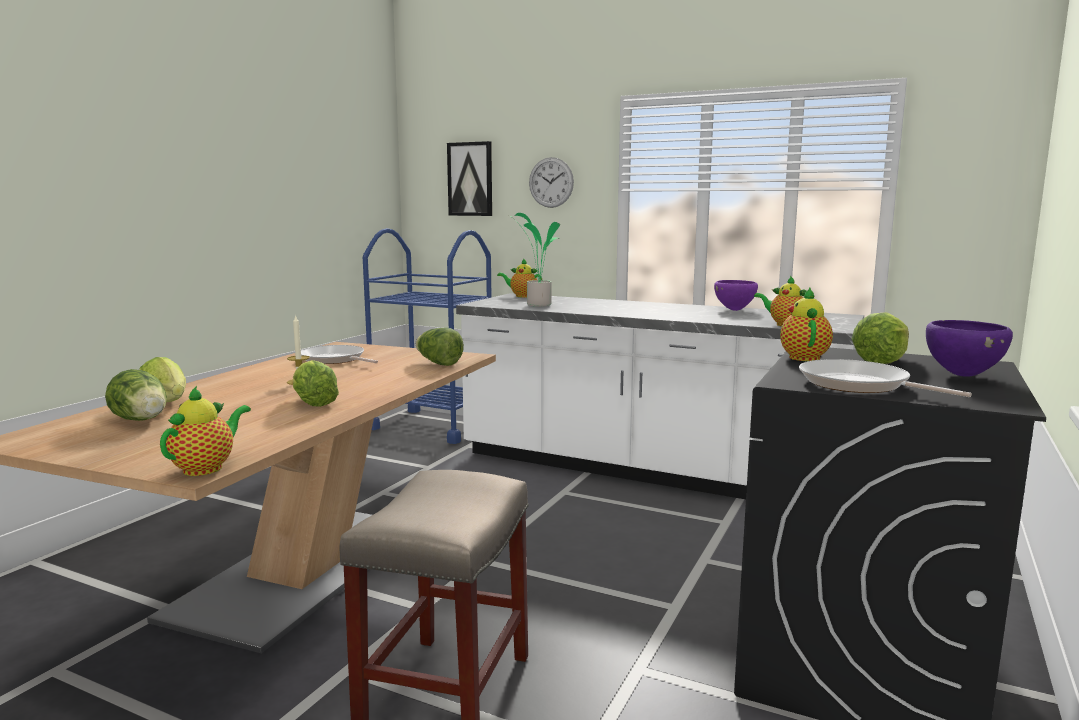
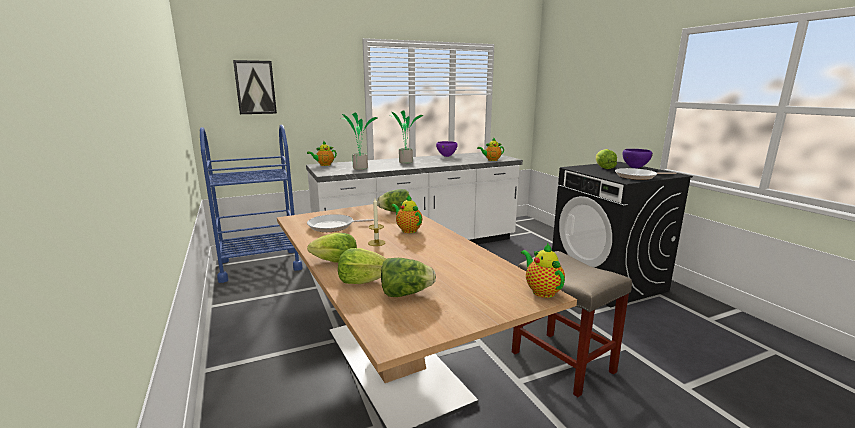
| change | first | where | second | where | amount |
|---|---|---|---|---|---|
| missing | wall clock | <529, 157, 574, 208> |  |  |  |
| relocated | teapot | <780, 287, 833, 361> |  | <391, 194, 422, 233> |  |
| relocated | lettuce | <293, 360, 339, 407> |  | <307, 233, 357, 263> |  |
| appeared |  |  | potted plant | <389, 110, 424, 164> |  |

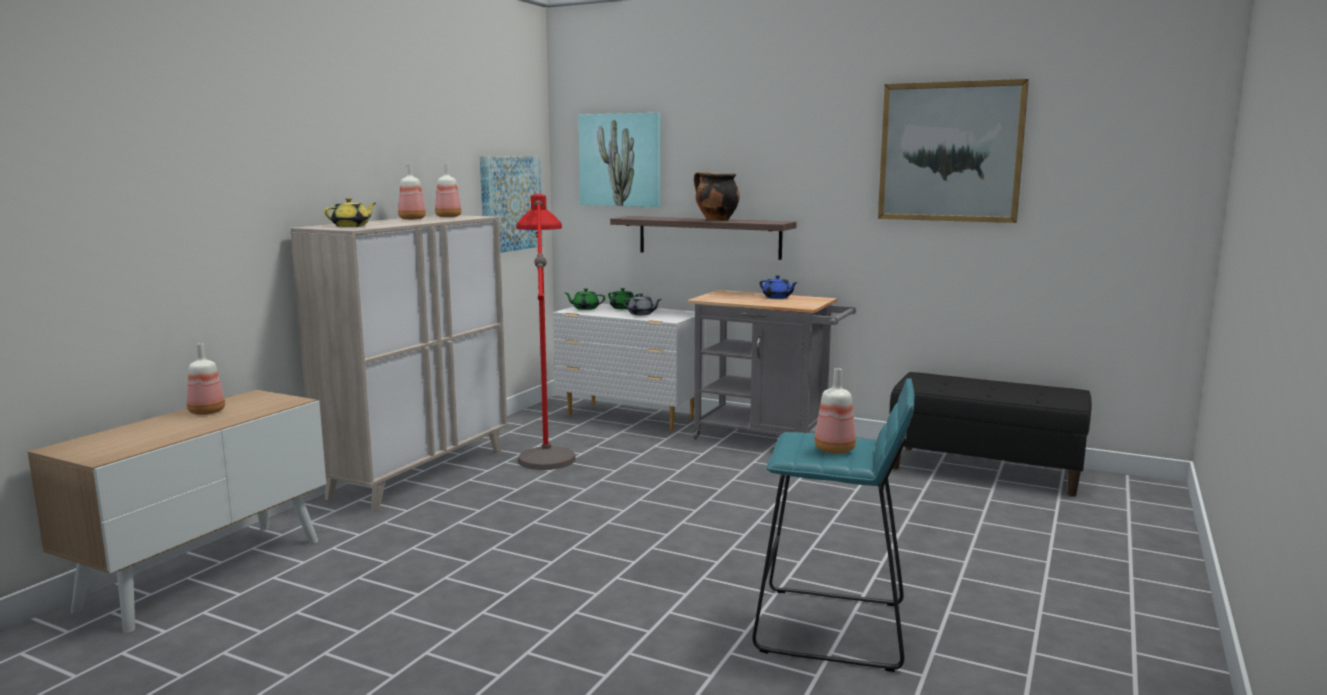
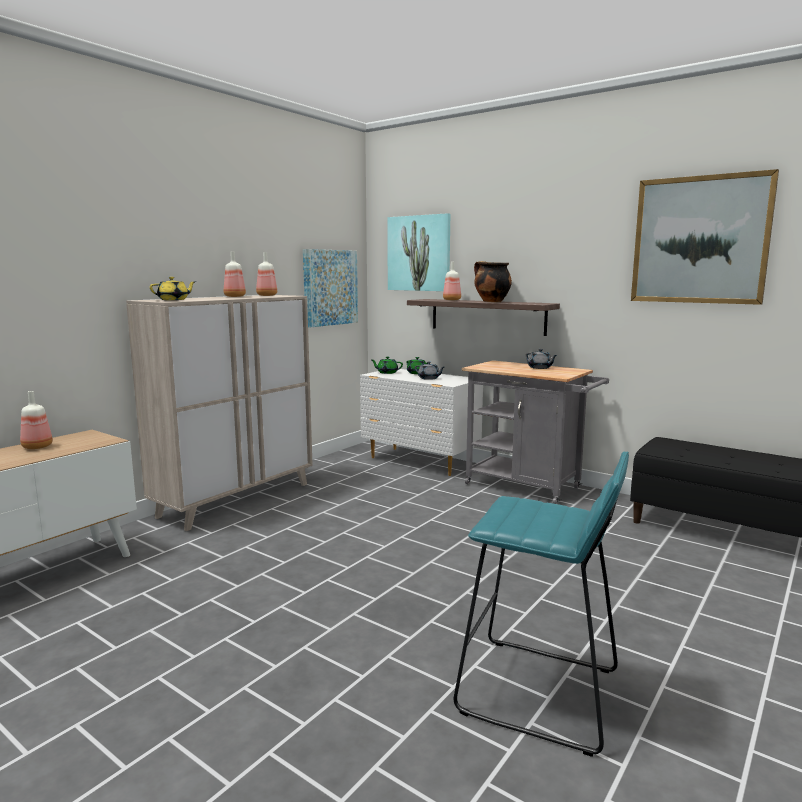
| change | first | where | second | where | amount |
|---|---|---|---|---|---|
| missing | floor lamp (red) | <516, 194, 576, 470> |  |  |  |
| colour | teapot (blue) | <760, 275, 798, 299> | teapot (grey) | <526, 349, 557, 369> |  |
| relocated | bottle | <814, 368, 856, 454> |  | <443, 262, 461, 301> |  |

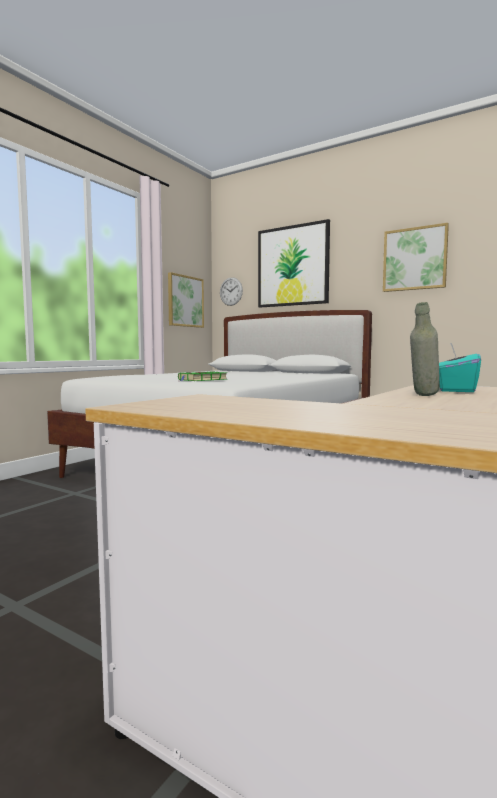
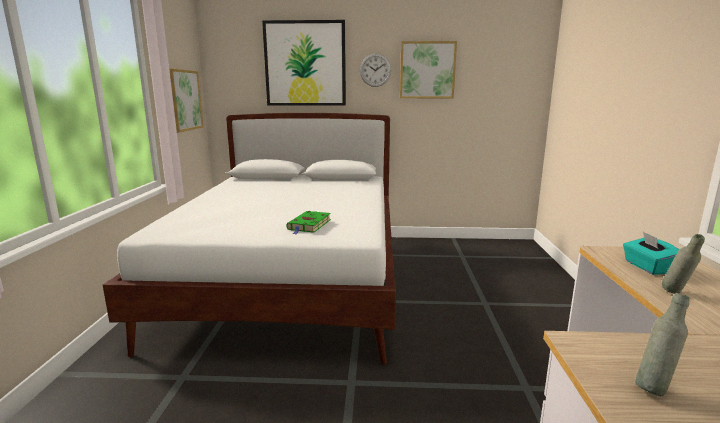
| change | first | where | second | where | amount |
|---|---|---|---|---|---|
| relocated | wall clock | <220, 277, 243, 306> |  | <360, 54, 391, 87> |  |
| appeared |  |  | bottle (grey) | <635, 293, 690, 396> |  |

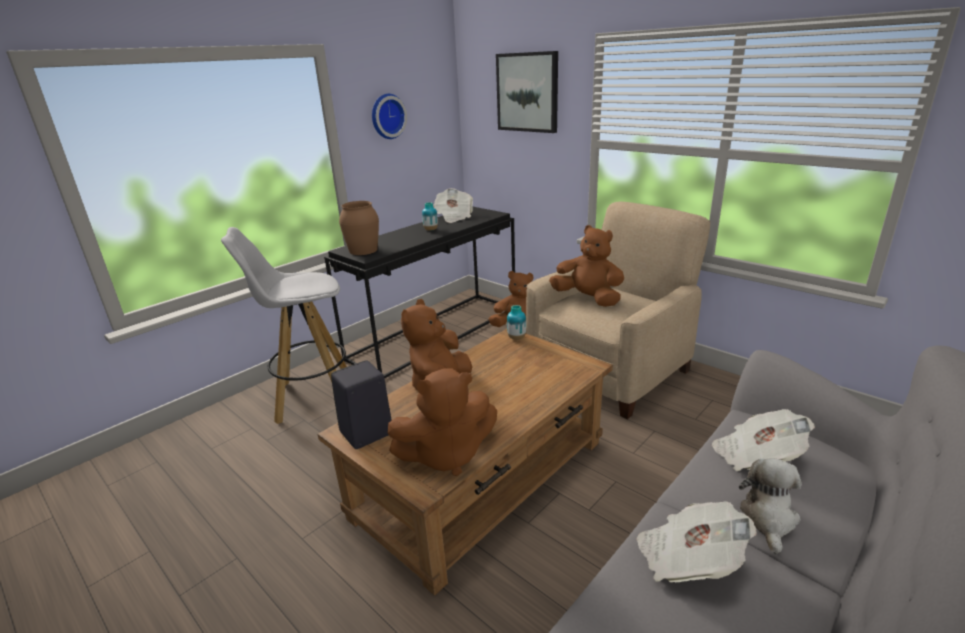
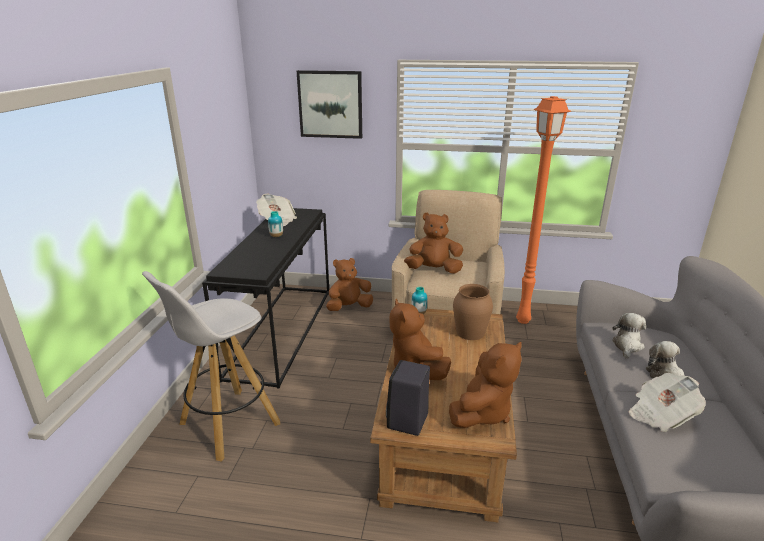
| change | first | where | second | where | amount |
|---|---|---|---|---|---|
| missing | wall clock | <372, 94, 407, 139> |  |  |  |
| relocated | vase (brown) | <339, 201, 379, 255> |  | <453, 284, 493, 340> |  |
| exchanged | newspaper | <712, 409, 815, 471> | plush toy | <612, 313, 646, 359> |  |
| appeared |  |  | floor lamp (orange) | <516, 96, 572, 324> |  |

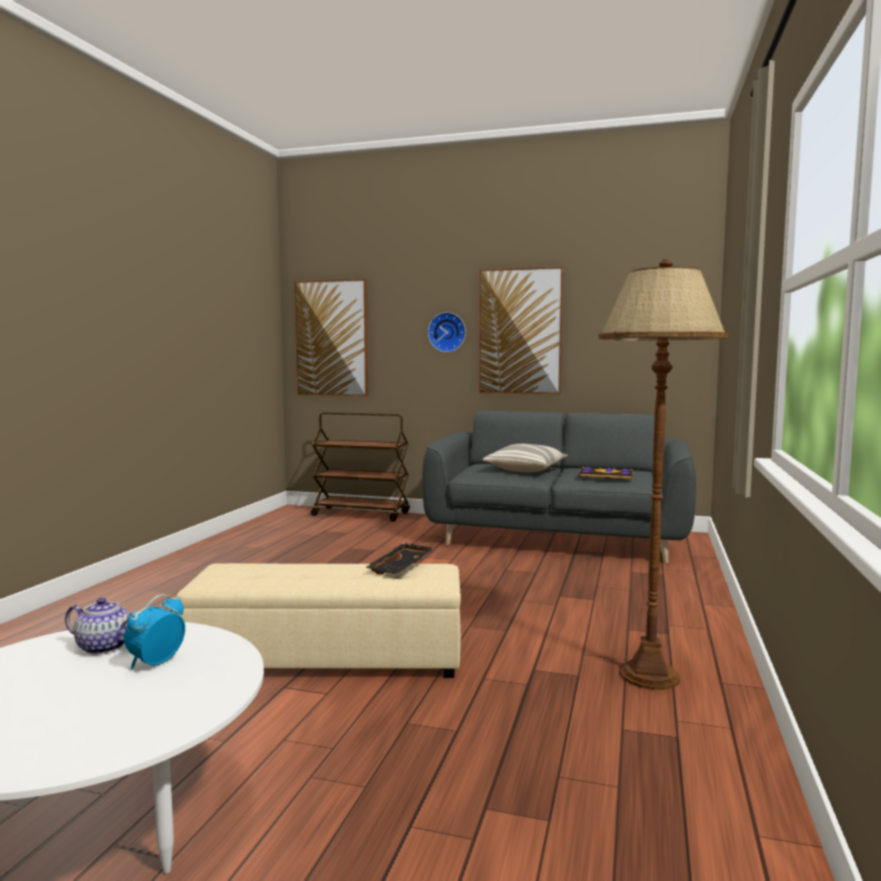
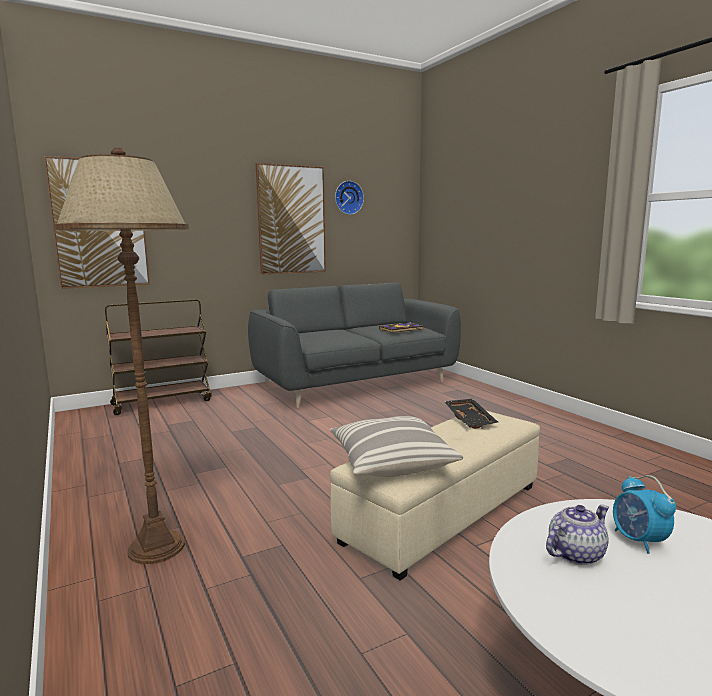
| change | first | where | second | where | amount |
|---|---|---|---|---|---|
| relocated | floor lamp (brown) | <599, 259, 728, 690> |  | <54, 148, 189, 564> |  |
| relocated | wall clock | <428, 312, 466, 352> |  | <335, 181, 364, 215> |  |
| relocated | pillow | <482, 444, 568, 472> |  | <330, 416, 463, 477> |  |

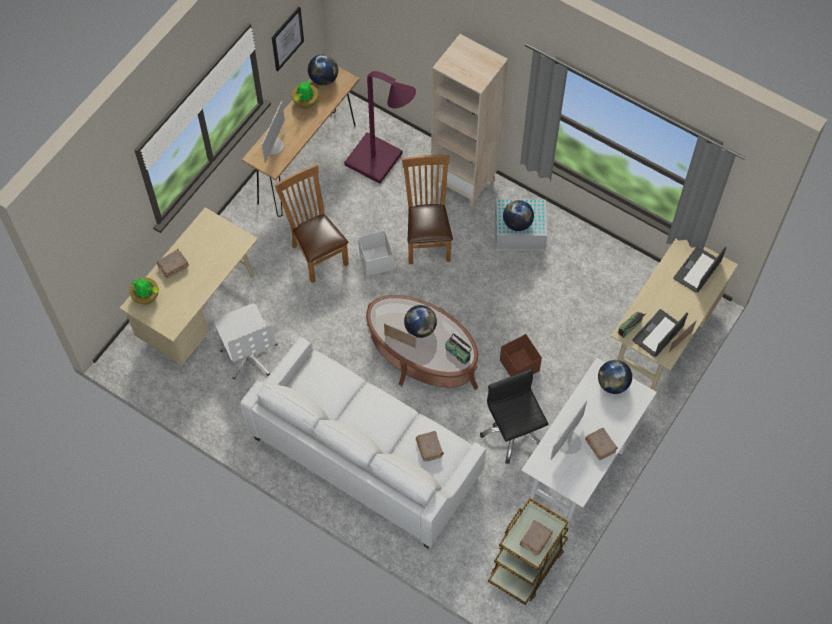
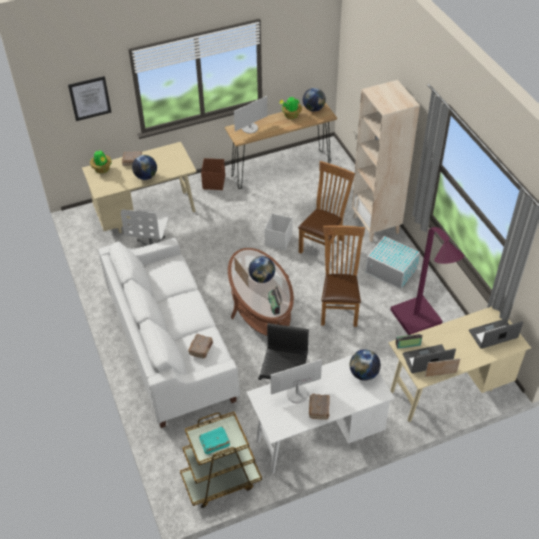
| change | first | where | second | where | amount |
|---|---|---|---|---|---|
| relocated | picture | <272, 7, 304, 71> |  | <68, 76, 112, 121> |  |
| relocated | floor lamp (purple) | <344, 71, 416, 184> |  | <390, 227, 464, 335> |  |
| relocated | chair (brown) | <275, 164, 349, 283> |  | <321, 225, 365, 327> |  |
| relocated | globe | <503, 200, 534, 231> |  | <132, 155, 157, 180> |  |
| relocated | storage box (brown) | <500, 334, 542, 377> |  | <201, 158, 225, 190> |  |
| colour | book (brown) | <519, 520, 553, 556> | book (turquoise) | <199, 426, 230, 454> |  |

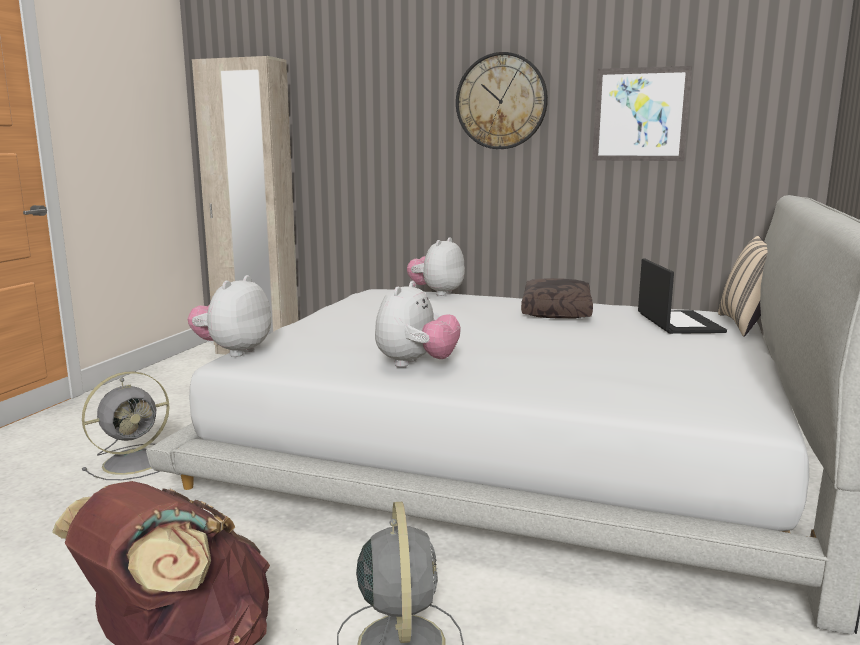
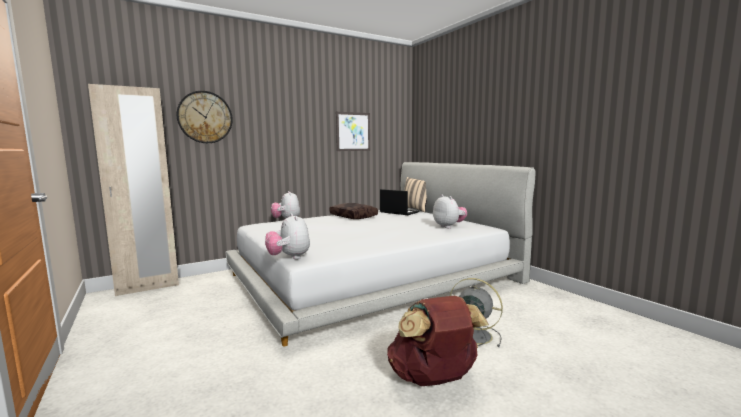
| change | first | where | second | where | amount |
|---|---|---|---|---|---|
| relocated | wall clock | <456, 52, 548, 149> |  | <177, 91, 233, 143> |  |
| relocated | plush toy | <375, 281, 461, 367> |  | <433, 195, 467, 228> |  |
| missing | fan (grey) | <82, 371, 169, 480> |  |  |  |

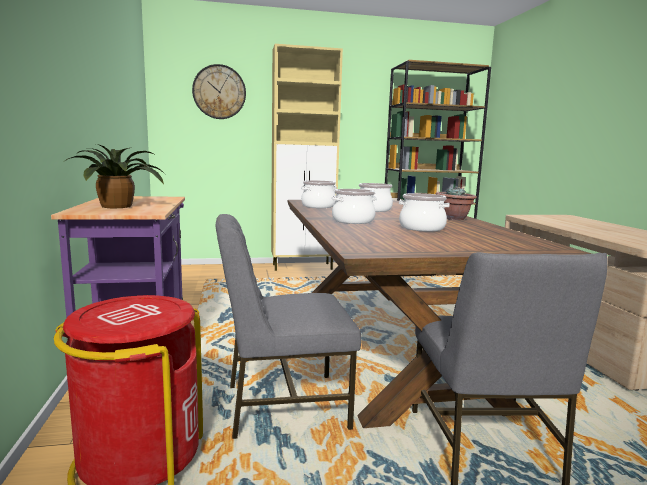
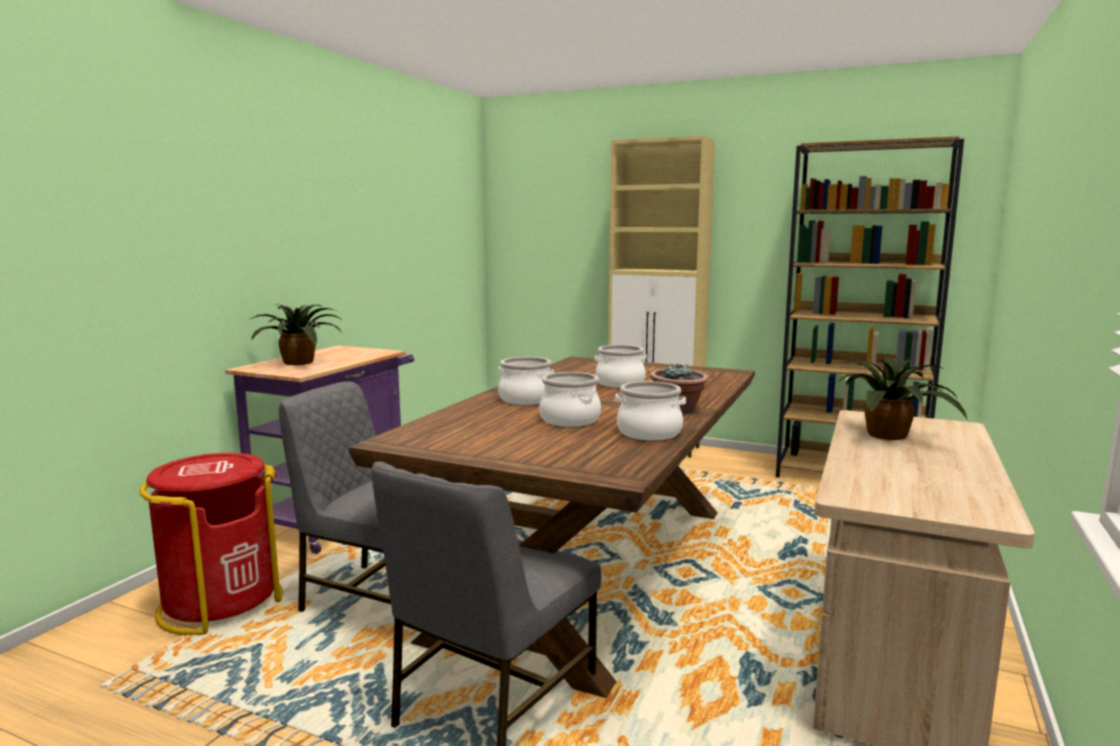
| change | first | where | second | where | amount |
|---|---|---|---|---|---|
| missing | wall clock | <192, 64, 246, 119> |  |  |  |
| relocated | cooking pot | <301, 180, 337, 208> |  | <615, 381, 686, 441> |  |
| appeared |  |  | potted plant | <838, 358, 968, 440> |  |

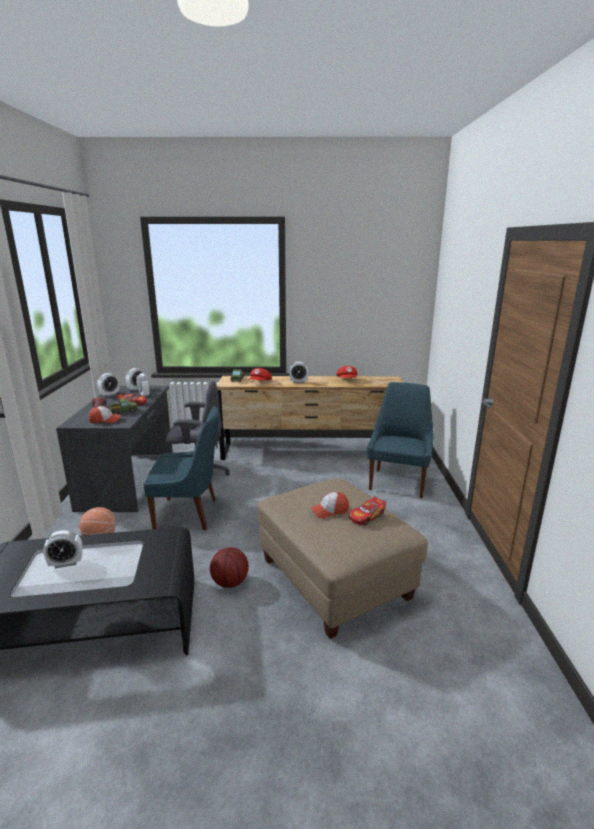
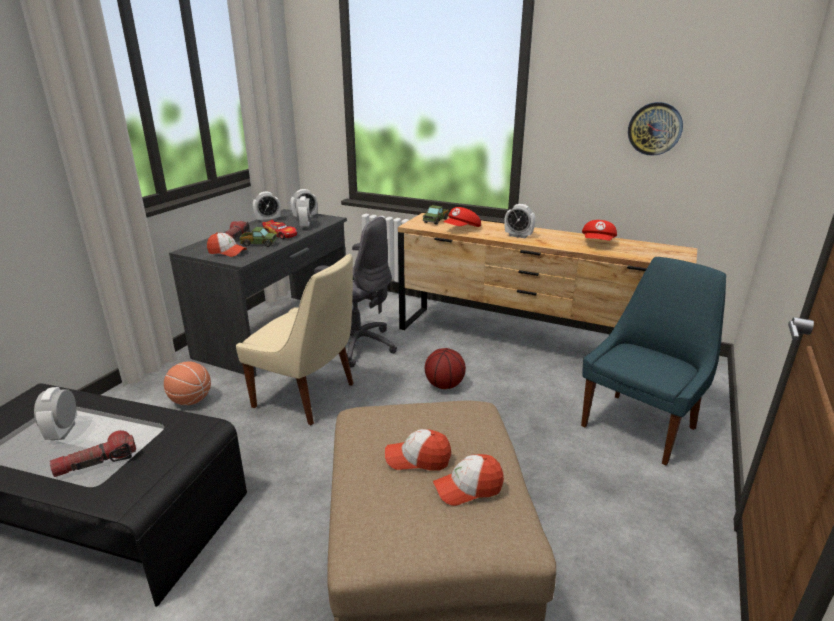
| change | first | where | second | where | amount |
|---|---|---|---|---|---|
| colour | chair (blue) | <143, 406, 219, 530> | chair (beige) | <236, 254, 353, 425> |  |
| exchanged | toy car | <349, 496, 386, 525> | cap | <433, 454, 504, 506> |  |
| spun | alarm clock | <43, 530, 83, 569> |  | <34, 387, 77, 440> | 75 degrees clockwise |
| relocated | basketball | <210, 547, 249, 588> |  | <425, 348, 466, 389> |  |
| appeared |  |  | wall clock | <628, 102, 683, 156> |  |
| appeared |  |  | flashlight | <50, 430, 136, 477> |  |

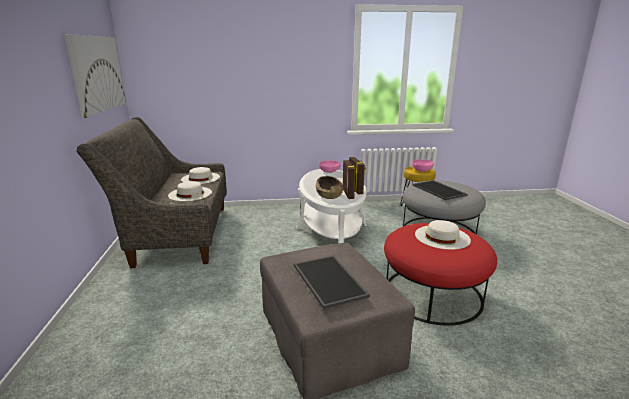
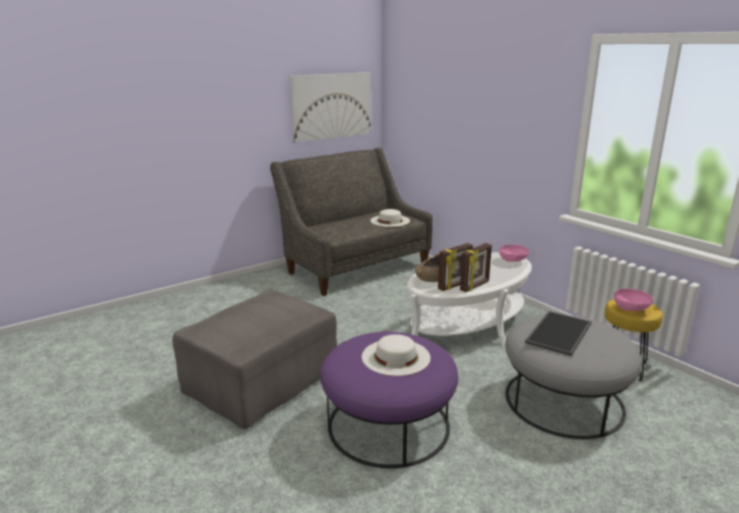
| change | first | where | second | where | amount |
|---|---|---|---|---|---|
| missing | hat (white) | <168, 181, 212, 201> |  |  |  |
| colour | ottoman (red) | <384, 223, 497, 326> | ottoman (purple) | <320, 332, 458, 468> |  |
| missing | tray | <294, 255, 370, 309> |  |  |  |

